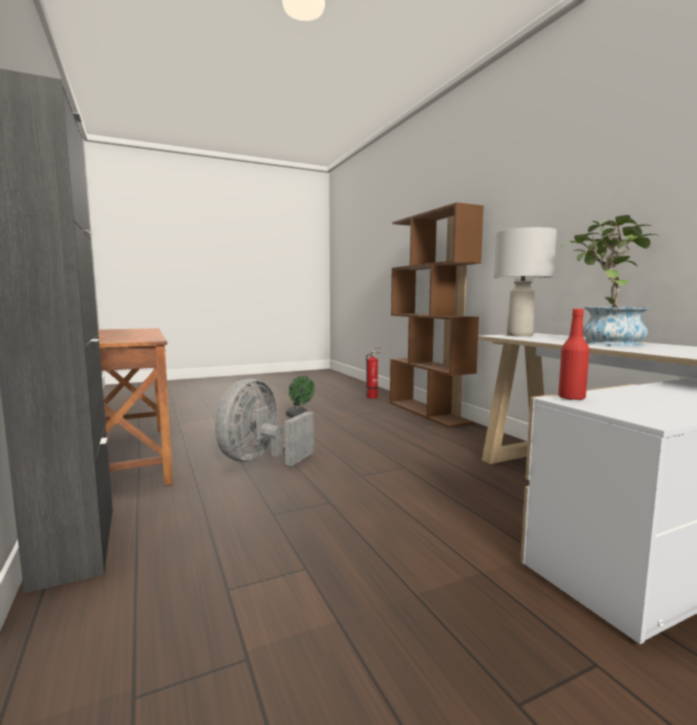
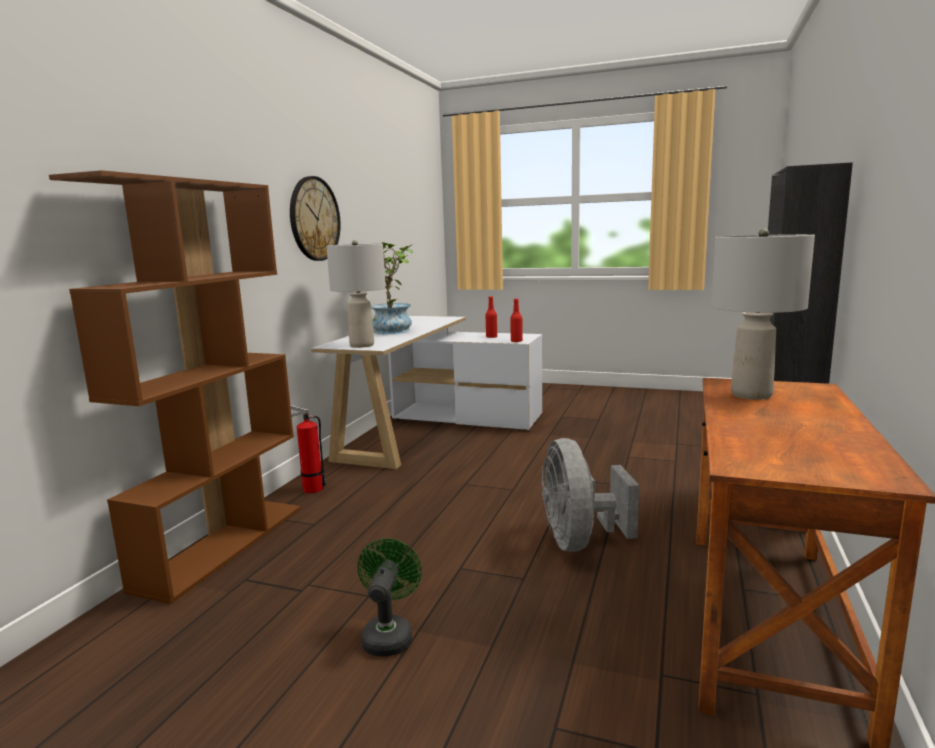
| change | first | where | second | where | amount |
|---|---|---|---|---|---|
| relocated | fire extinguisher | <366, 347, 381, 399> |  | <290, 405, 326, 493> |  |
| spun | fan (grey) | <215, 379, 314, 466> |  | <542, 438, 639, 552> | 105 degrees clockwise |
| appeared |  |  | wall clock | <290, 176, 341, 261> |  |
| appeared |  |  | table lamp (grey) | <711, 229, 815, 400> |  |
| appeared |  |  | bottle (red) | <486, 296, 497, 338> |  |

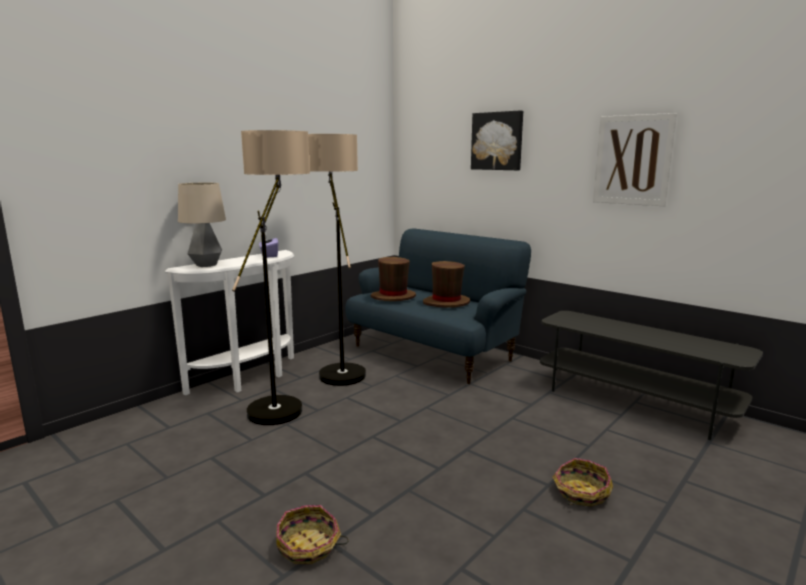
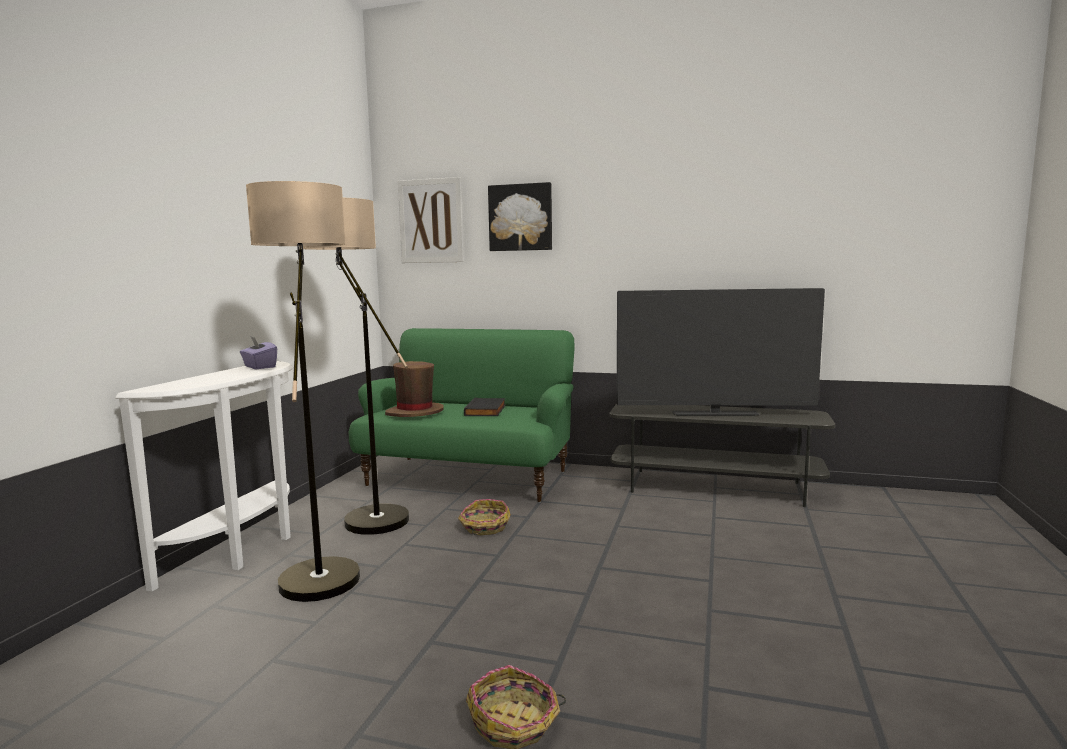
| change | first | where | second | where | amount |
|---|---|---|---|---|---|
| relocated | picture | <593, 113, 677, 206> |  | <398, 177, 464, 263> |  |
| missing | table lamp | <178, 183, 226, 267> |  |  |  |
| colour | sofa (blue) | <345, 229, 531, 385> | sofa (green) | <349, 328, 575, 502> |  |
| exchanged | hat (brown) | <423, 261, 470, 308> | book (black) | <464, 398, 506, 416> |  |
| relocated | basket | <553, 458, 613, 507> |  | <458, 499, 511, 535> |  |
| appeared |  |  | television | <616, 288, 825, 416> |  |

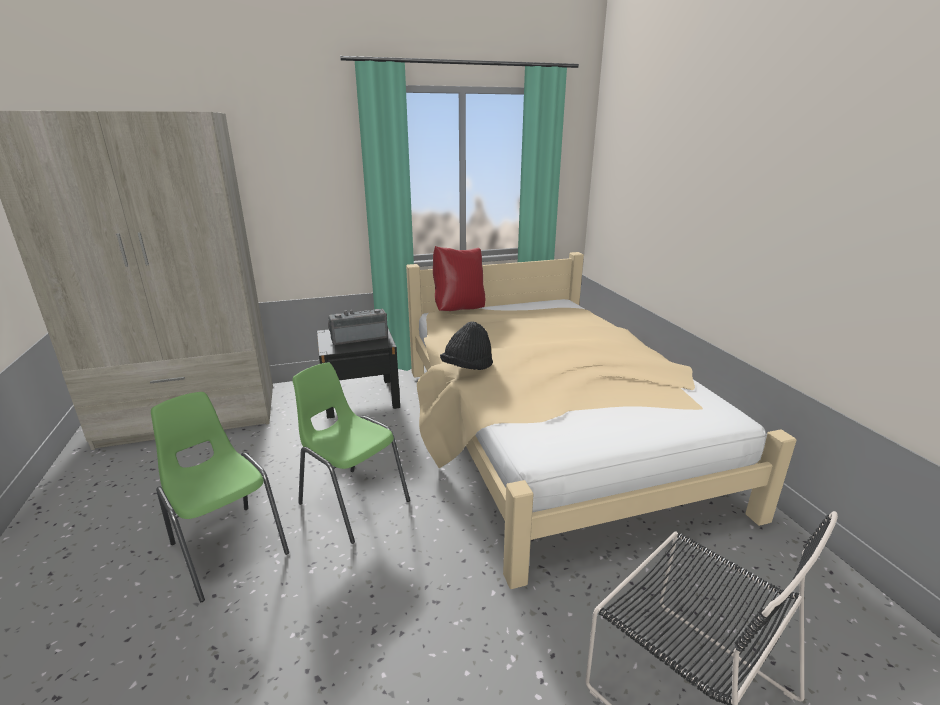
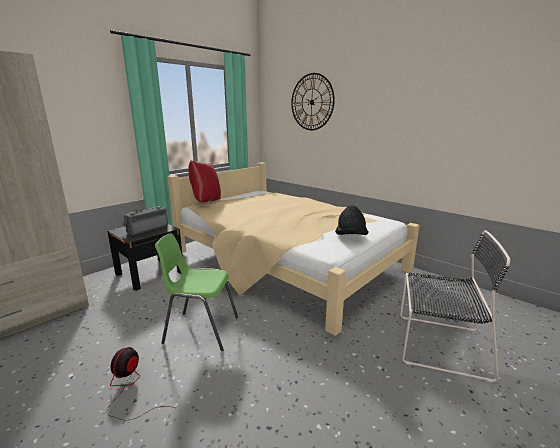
| change | first | where | second | where | amount |
|---|---|---|---|---|---|
| relocated | hat (black) | <440, 322, 493, 370> |  | <335, 205, 369, 235> |  |
| exchanged | chair (green) | <151, 392, 289, 602> | fan | <107, 347, 175, 421> |  |
| appeared |  |  | wall clock | <291, 73, 335, 130> |  |

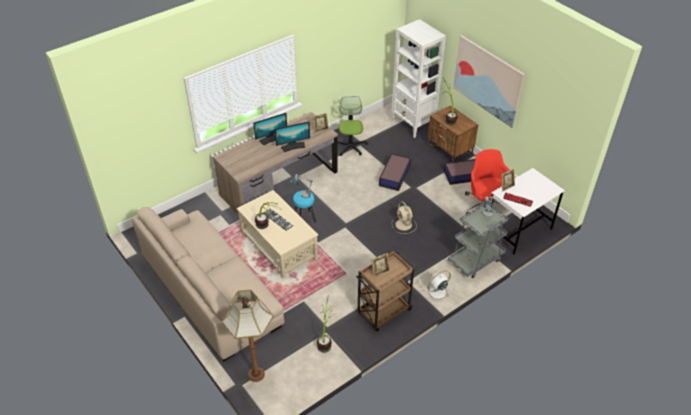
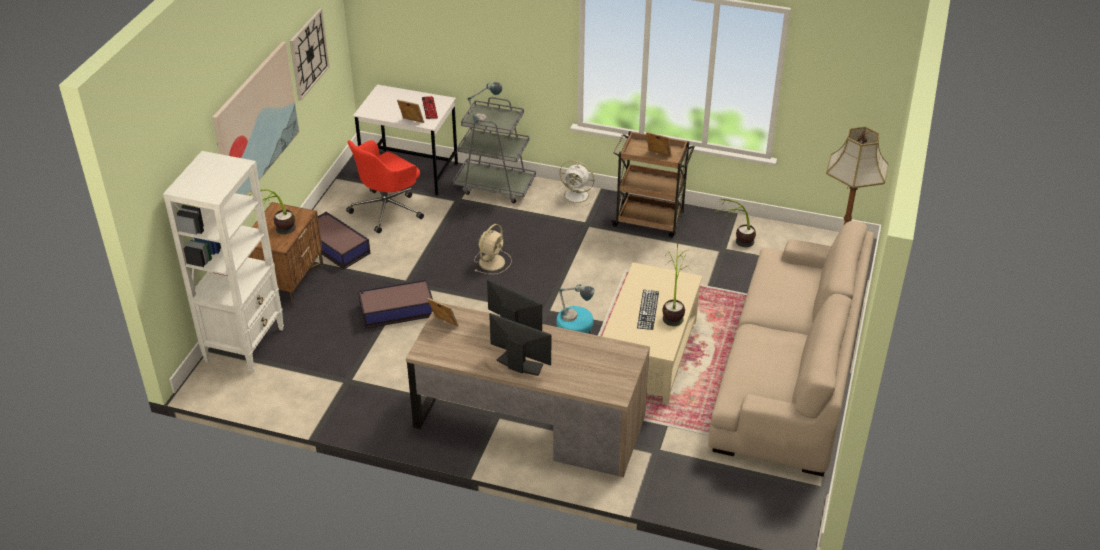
| change | first | where | second | where | amount |
|---|---|---|---|---|---|
| missing | office chair | <337, 96, 368, 156> |  |  |  |
| appeared |  |  | wall clock | <290, 9, 329, 101> |  |

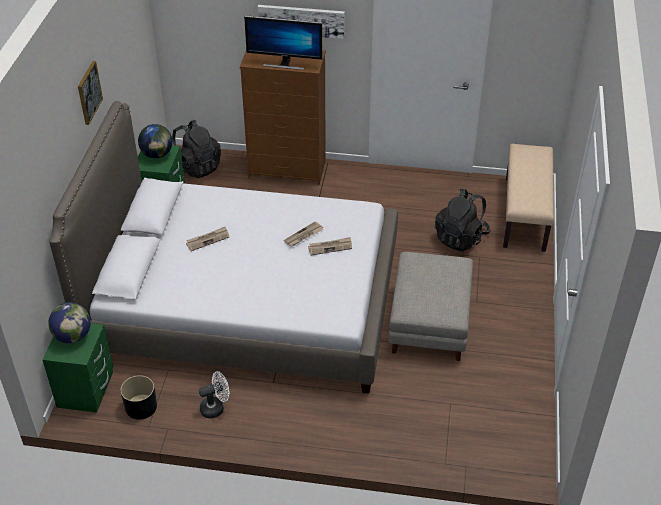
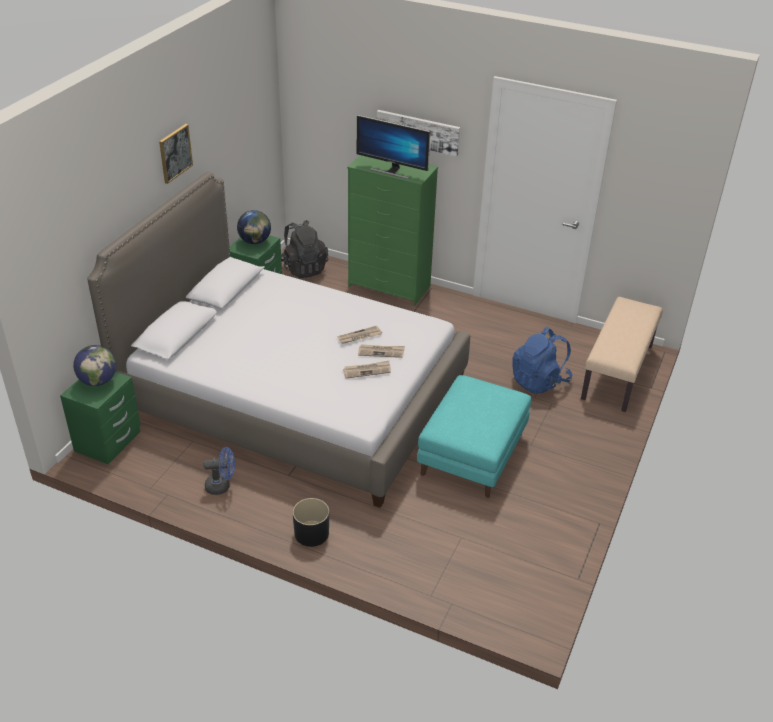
| change | first | where | second | where | amount |
|---|---|---|---|---|---|
| colour | dresser (brown) | <240, 50, 326, 185> | dresser (green) | <347, 155, 438, 306> |  |
| colour | backpack (black) | <435, 189, 490, 252> | backpack (blue) | <512, 327, 573, 394> |  |
| relocated | newspaper | <186, 227, 229, 251> |  | <343, 361, 391, 379> |  |
| colour | ottoman (grey) | <389, 252, 473, 361> | ottoman (turquoise) | <417, 375, 531, 498> |  |
| colour | fan (white) | <199, 371, 229, 418> | fan (blue) | <204, 447, 235, 495> |  |
| relocated | planter (black) | <120, 375, 157, 420> |  | <293, 498, 329, 547> |  |

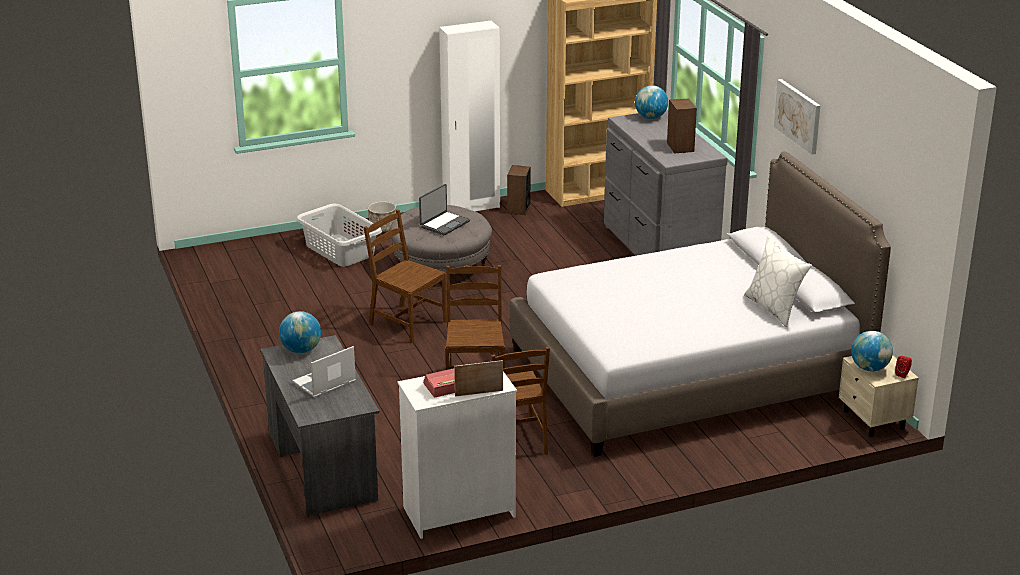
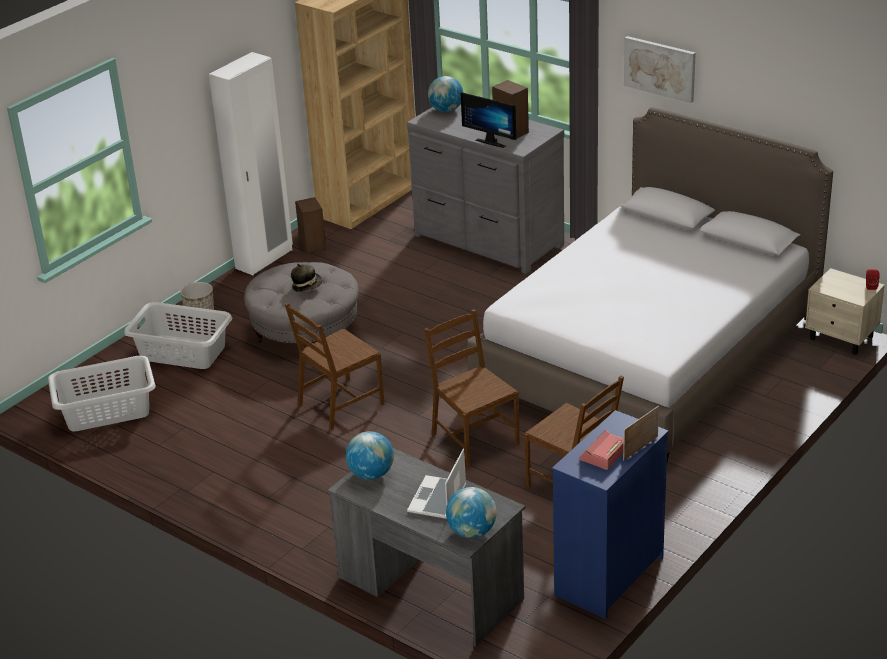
| change | first | where | second | where | amount |
|---|---|---|---|---|---|
| exchanged | laptop | <419, 184, 470, 235> | hat | <291, 264, 322, 292> |  |
| spun | chair (brown) | <363, 209, 447, 343> |  | <285, 303, 385, 430> | 45 degrees counterclockwise |
| missing | pillow (white) | <744, 235, 812, 327> |  |  |  |
| relocated | globe | <851, 331, 893, 371> |  | <446, 487, 497, 538> |  |
| colour | dresser (white) | <398, 371, 517, 539> | dresser (blue) | <552, 410, 669, 619> |  |
| appeared |  |  | monitor | <461, 92, 516, 148> |  |
| appeared |  |  | laundry basket (grey) | <48, 356, 155, 431> |  |

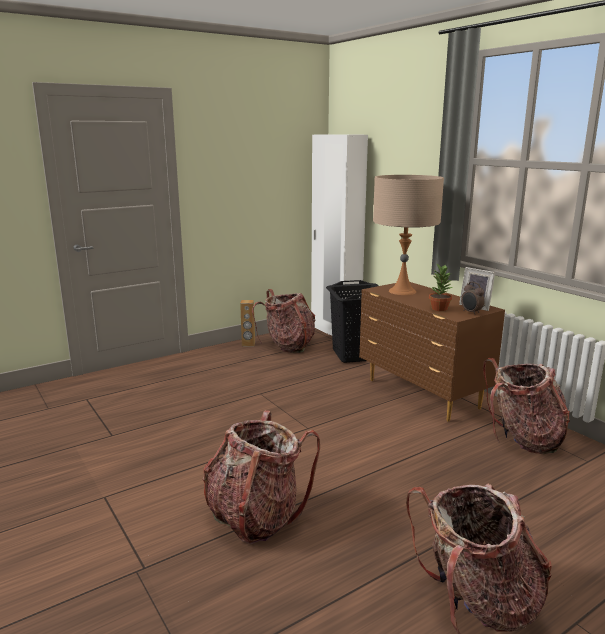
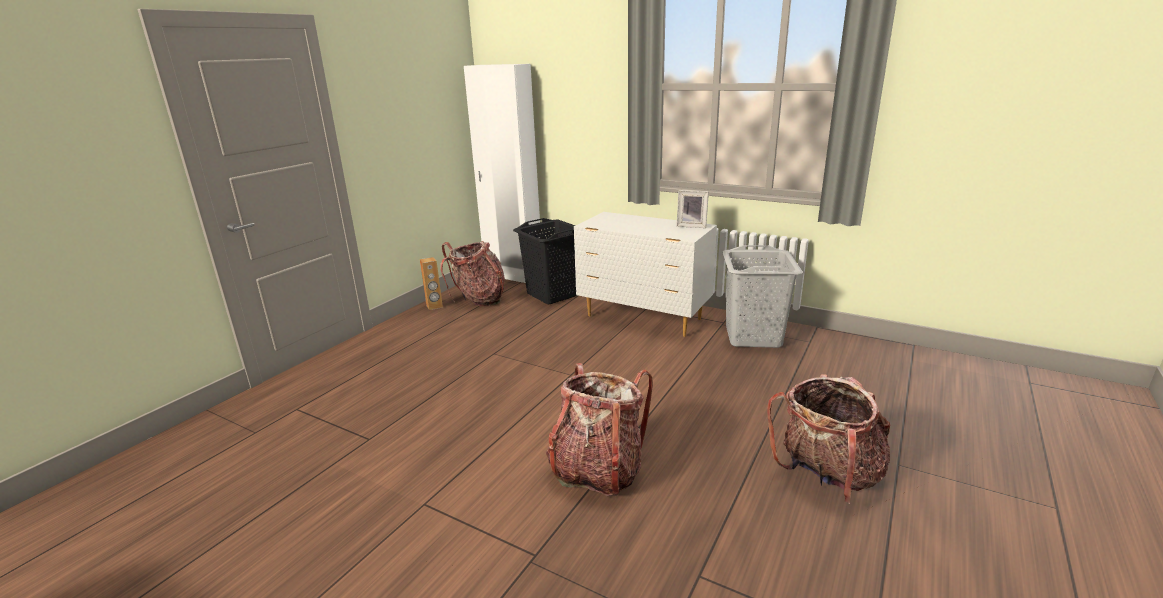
| change | first | where | second | where | amount |
|---|---|---|---|---|---|
| missing | table lamp (beige) | <373, 175, 444, 295> |  |  |  |
| missing | potted plant | <429, 263, 453, 311> |  |  |  |
| colour | dresser (brown) | <359, 282, 505, 422> | dresser (white) | <574, 212, 717, 337> |  |
| missing | alarm clock | <461, 282, 485, 315> |  |  |  |
| exchanged | backpack | <483, 358, 570, 455> | laundry basket (grey) | <722, 245, 803, 348> |  |

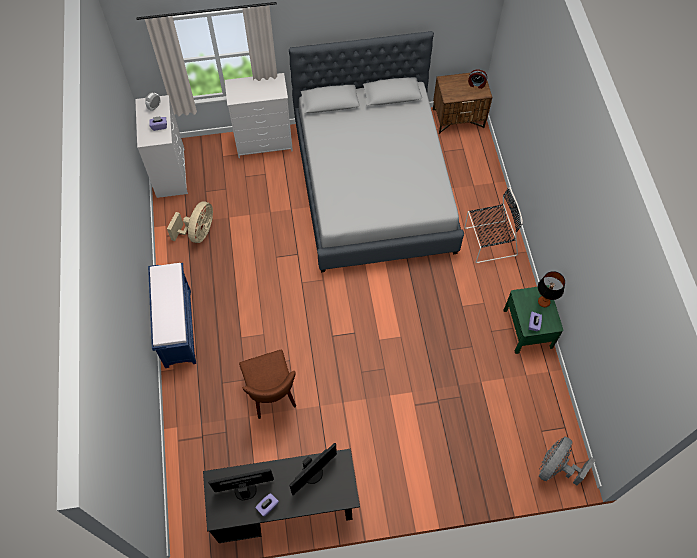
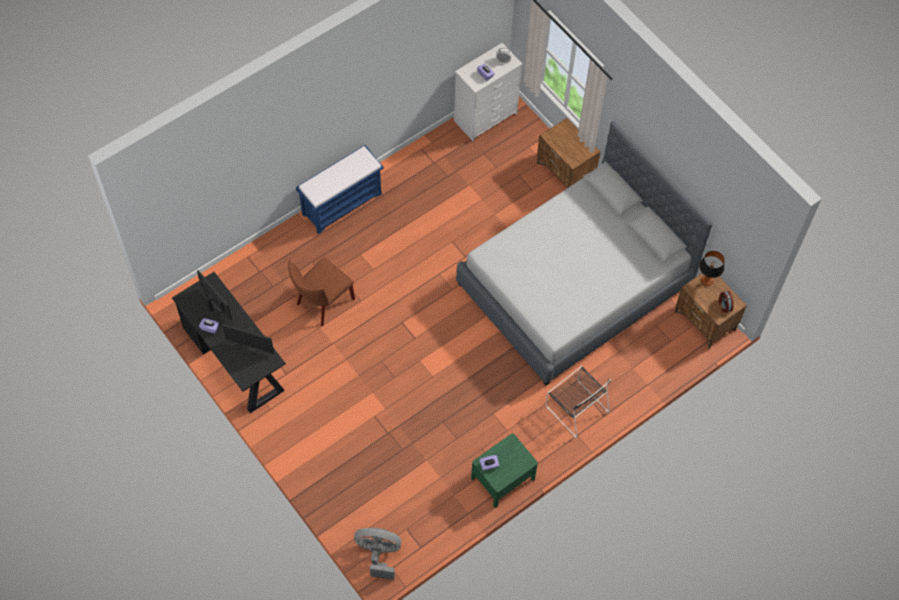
| change | first | where | second | where | amount |
|---|---|---|---|---|---|
| exchanged | dresser (white) | <225, 73, 293, 158> | nightstand (brown) | <537, 118, 600, 188> |  |
| missing | fan (beige) | <167, 201, 213, 243> |  |  |  |
| relocated | table lamp | <538, 271, 565, 307> |  | <699, 251, 725, 286> |  |

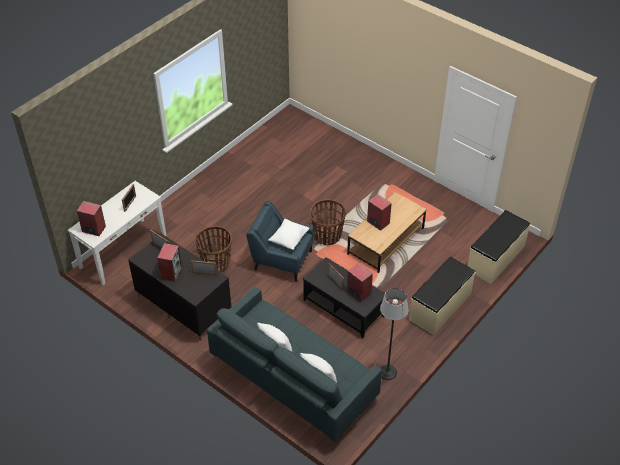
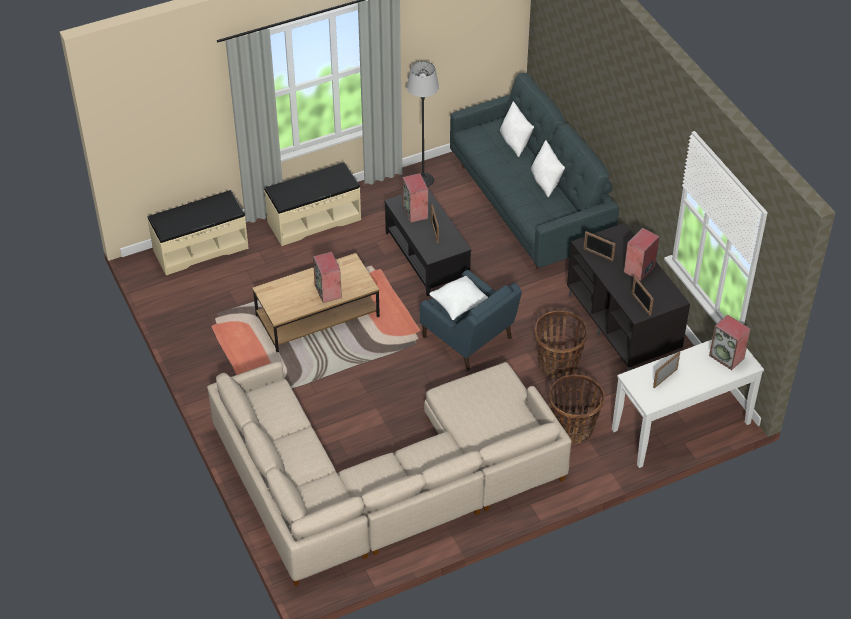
| change | first | where | second | where | amount |
|---|---|---|---|---|---|
| relocated | basket | <310, 200, 346, 245> |  | <549, 374, 605, 444> |  |
| appeared |  |  | sofa (beige) | <207, 361, 571, 586> |  |

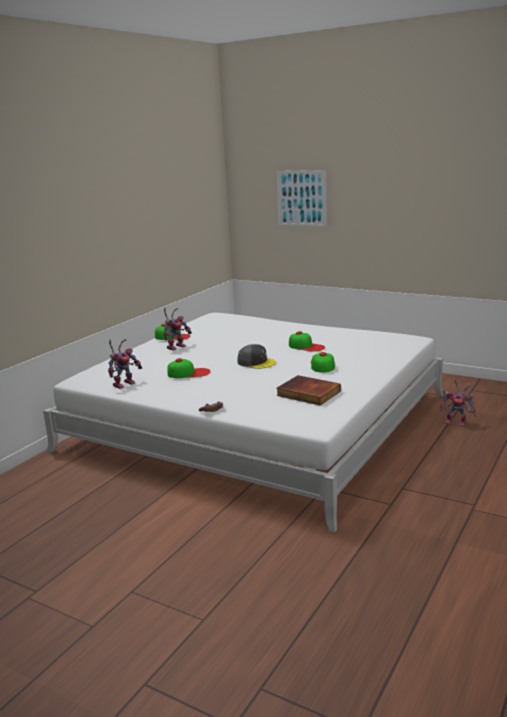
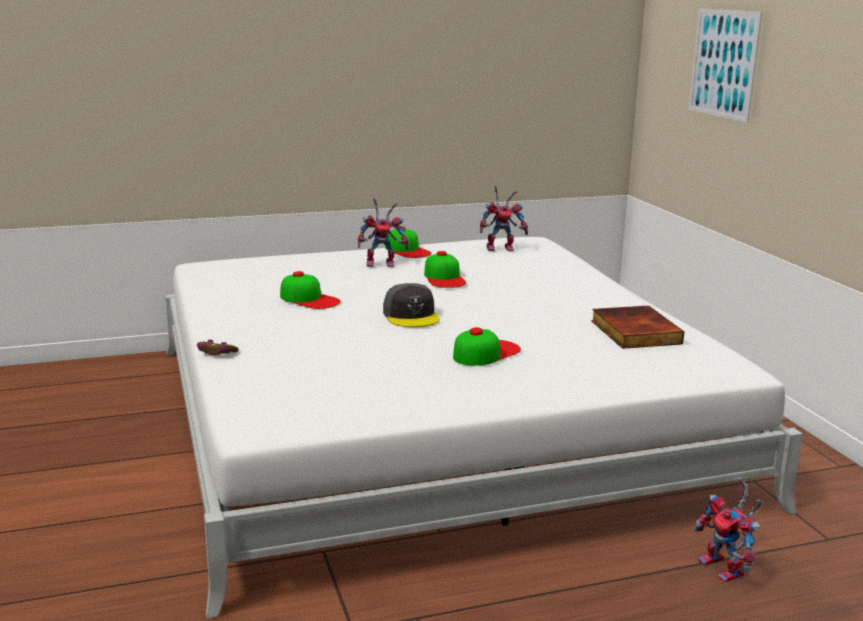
| change | first | where | second | where | amount |
|---|---|---|---|---|---|
| relocated | cap | <289, 331, 325, 352> |  | <424, 251, 466, 288> |  |
| relocated | toy robot | <108, 339, 142, 389> |  | <480, 186, 528, 251> |  |
| relocated | book | <277, 375, 341, 405> |  | <591, 306, 684, 349> |  |

